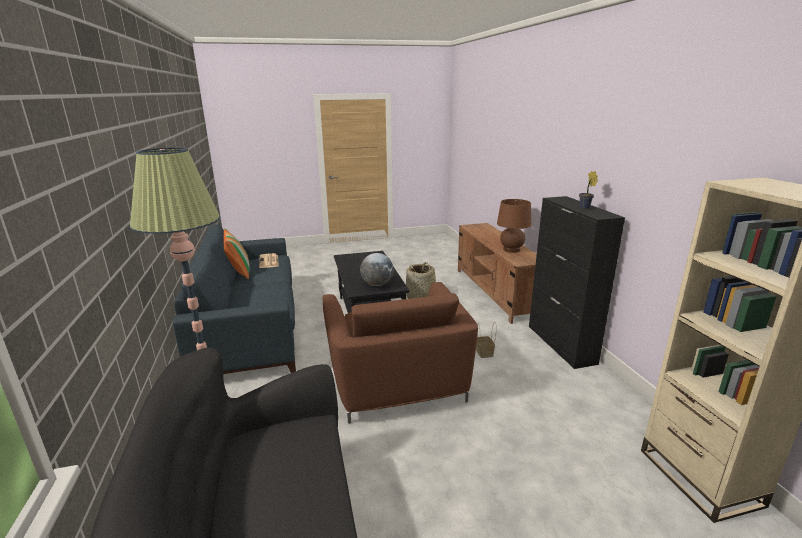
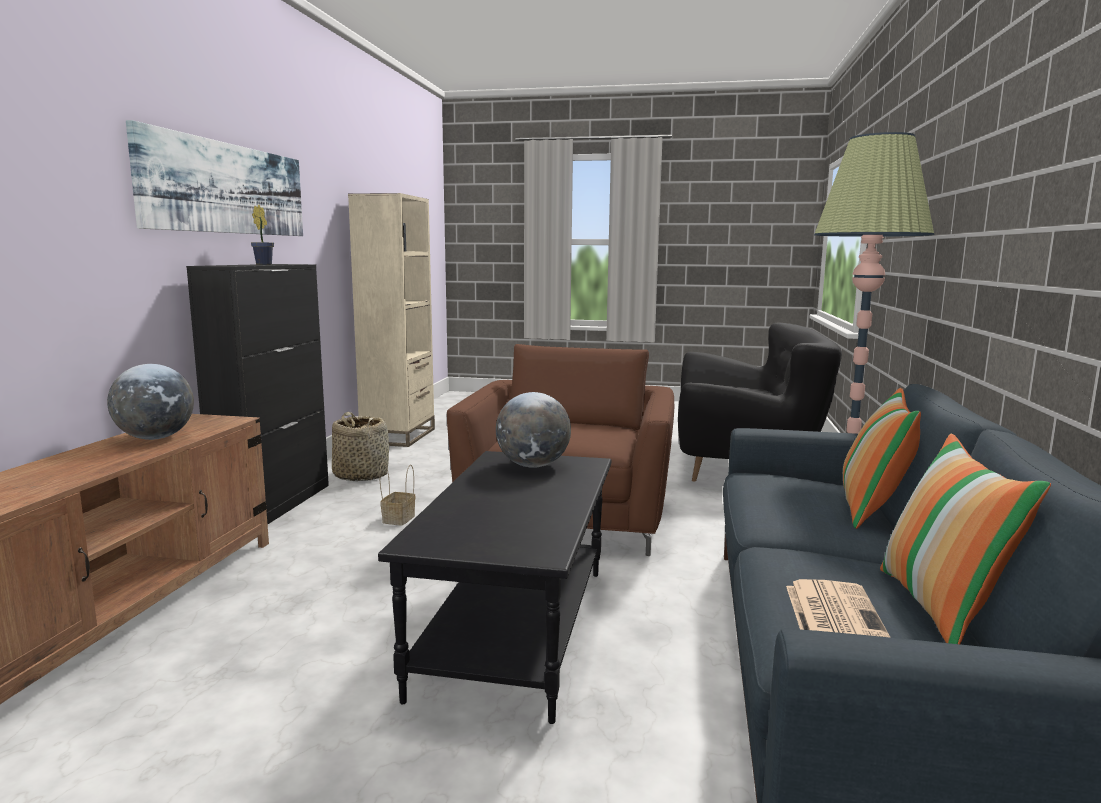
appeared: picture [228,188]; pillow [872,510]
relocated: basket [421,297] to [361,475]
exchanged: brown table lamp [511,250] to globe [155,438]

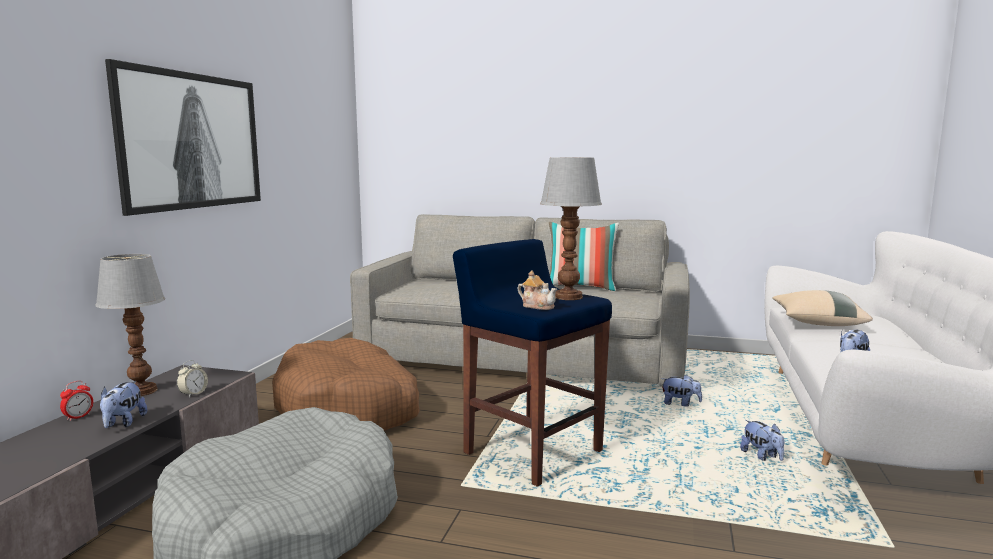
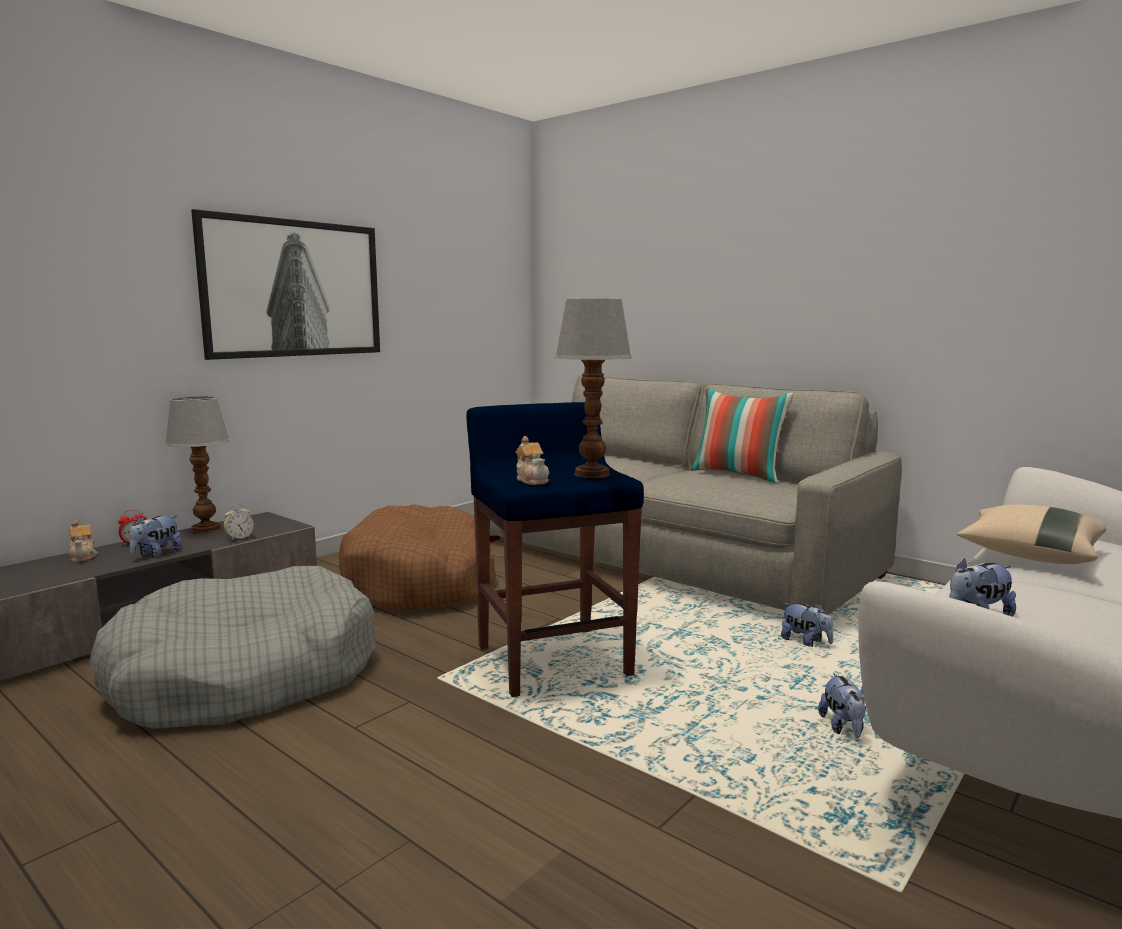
appeared: teapot [83,556]

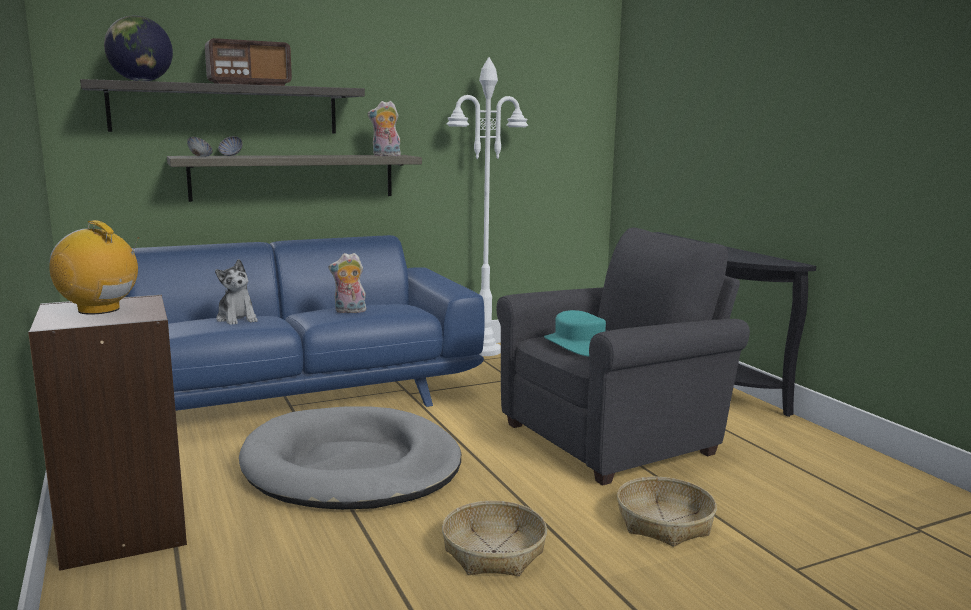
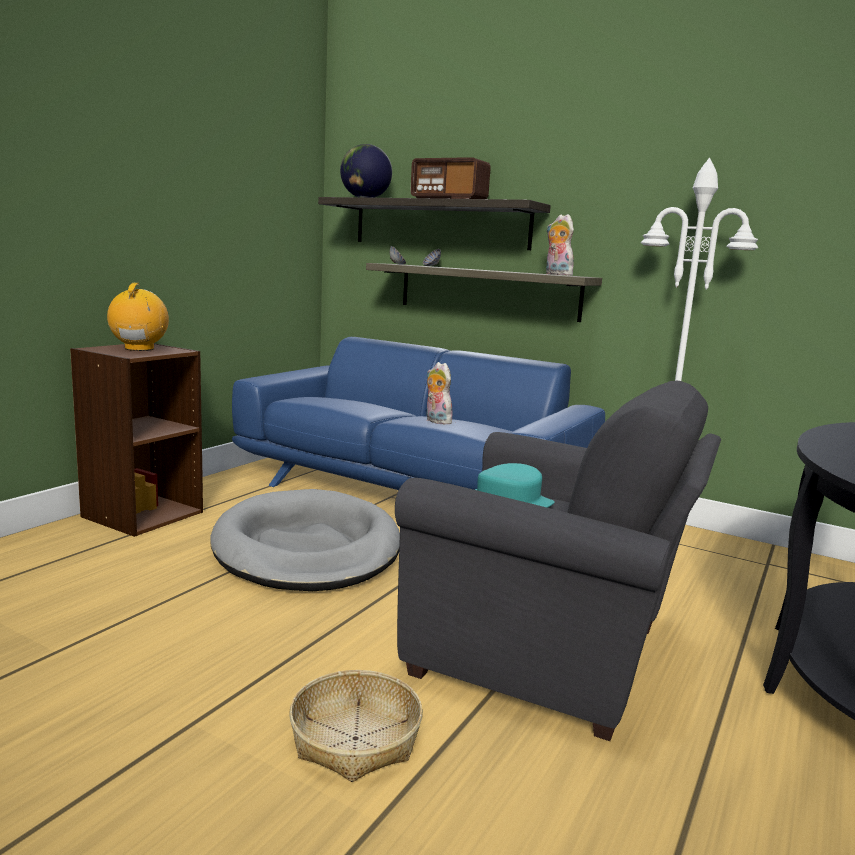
missing: plush toy [237,319]; basket [494,552]

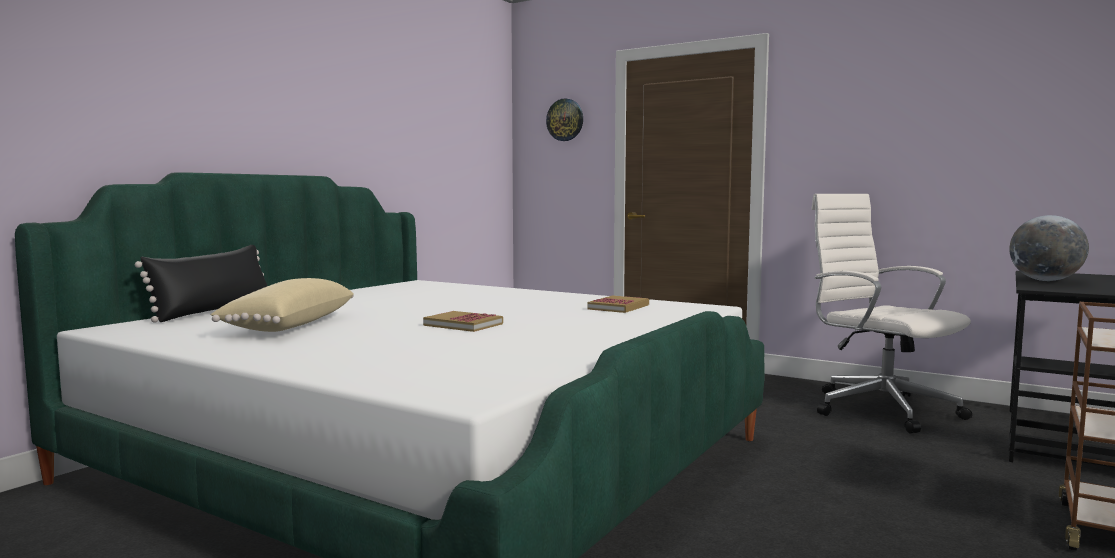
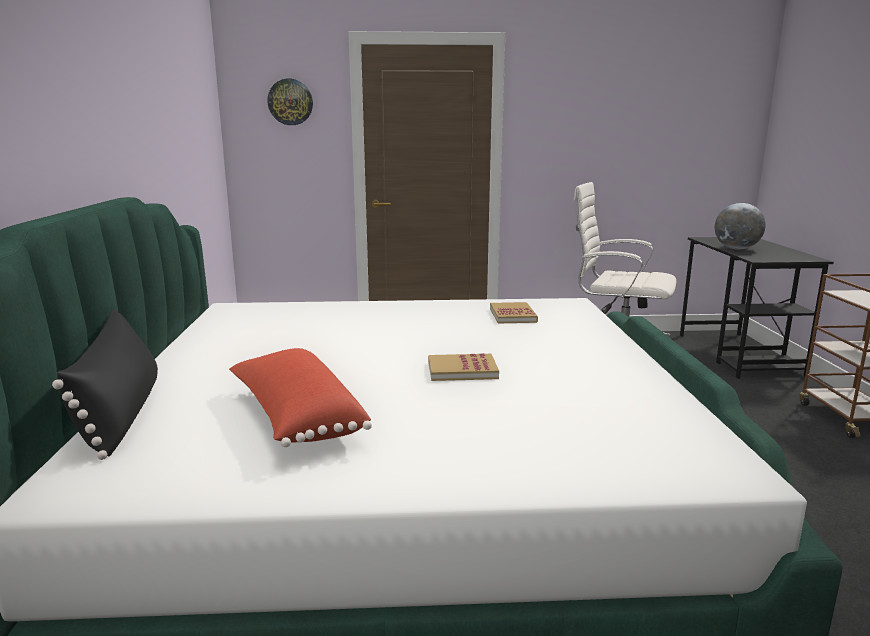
colour: beige pillow [288,325] to red pillow [295,417]

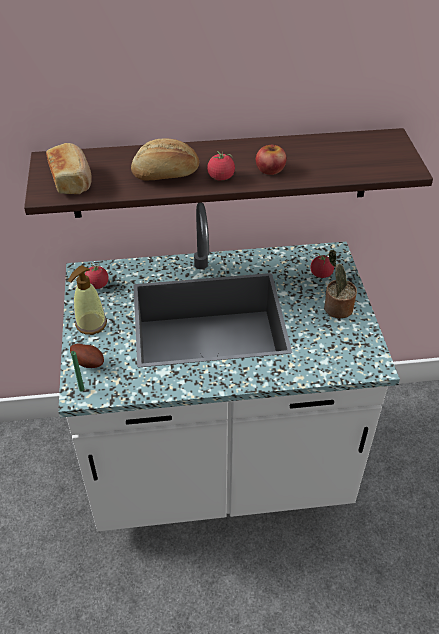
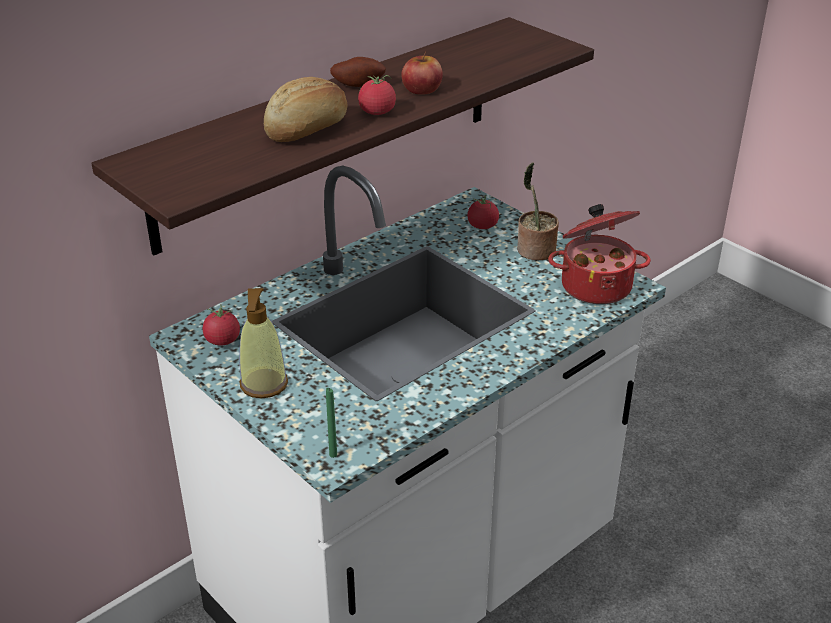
missing: bread [72,180]
appeared: cooking pot [595,285]
relocated: potato [89,362] to [358,84]

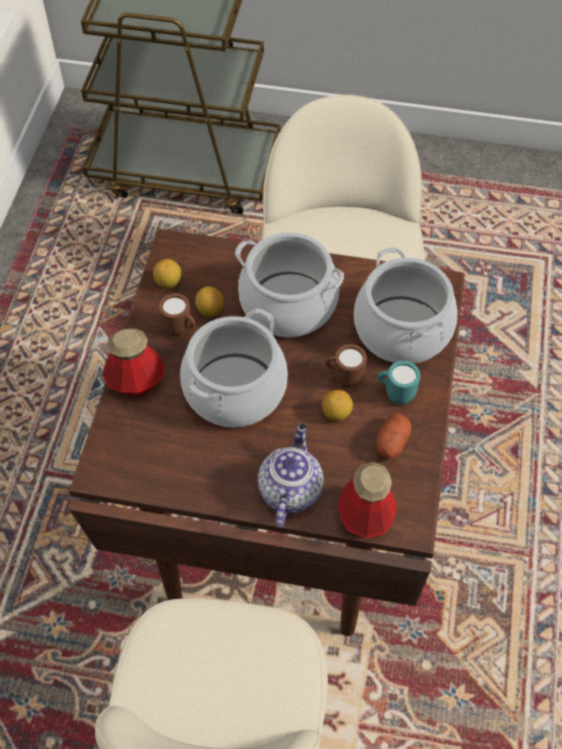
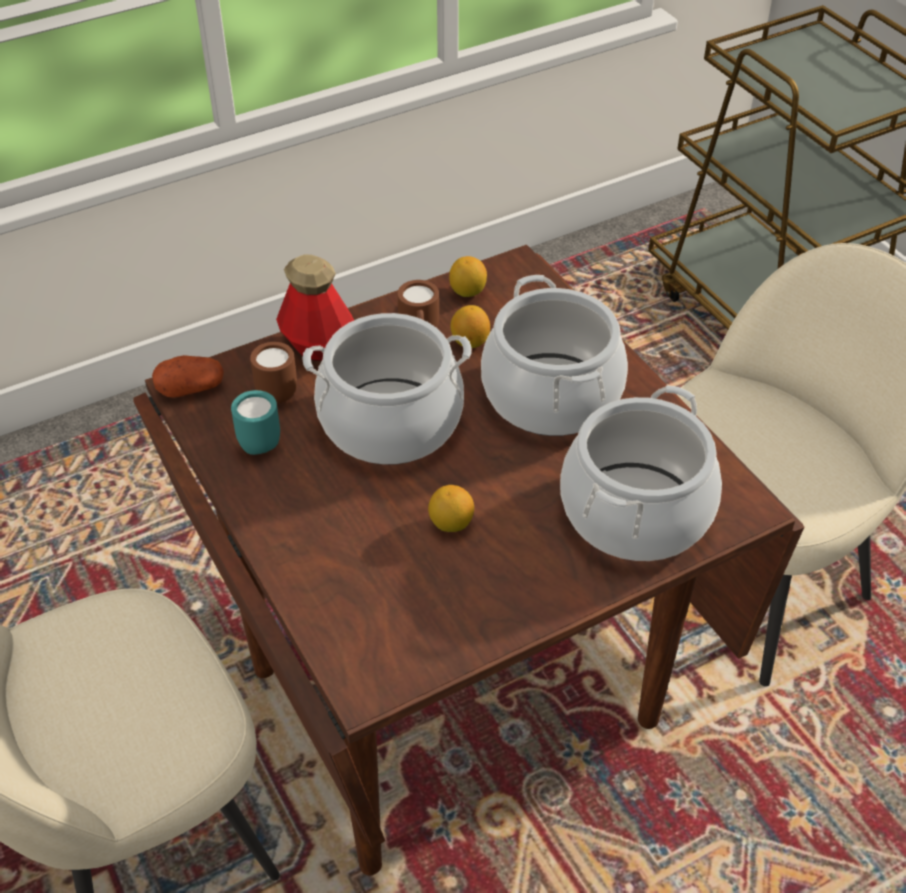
missing: teapot [289,490]; bottle [365,517]
relocated: potato [392,442] to [191,388]; turquoise mug [395,394] to [258,441]; brown mug [343,378] to [274,392]

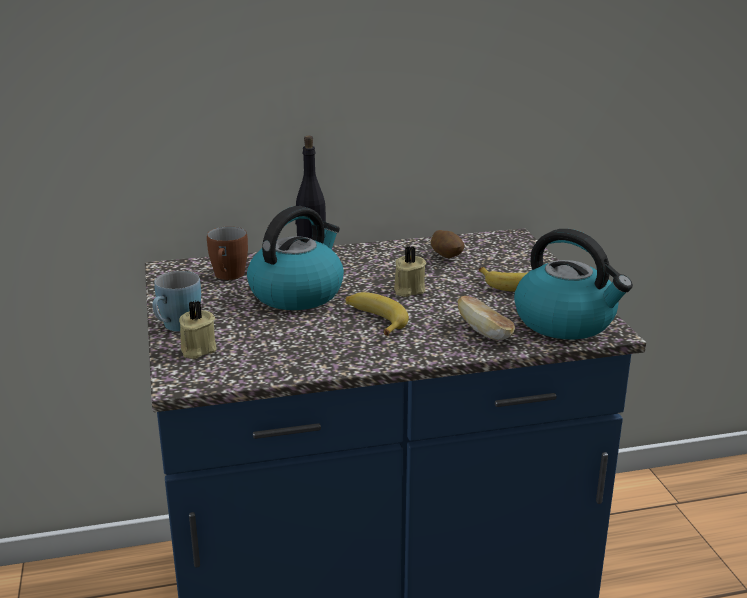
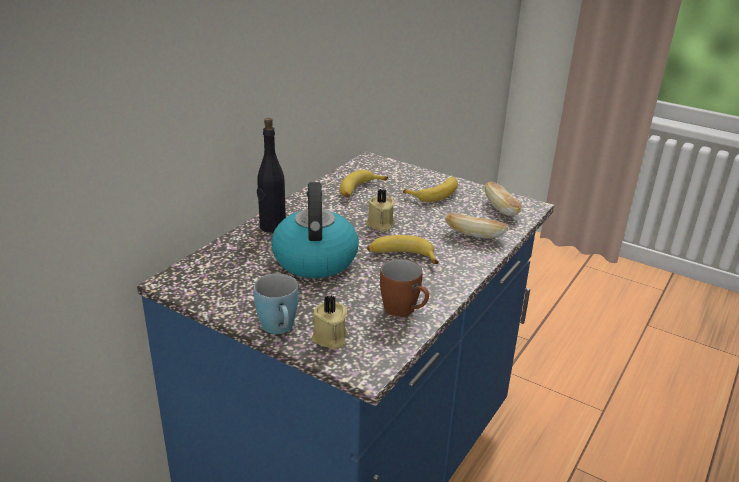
relocated: brown mug [228,277] to [405,311]
exchanged: potato [447,257] to banana [359,190]; kettle [566,322] to bread [501,209]

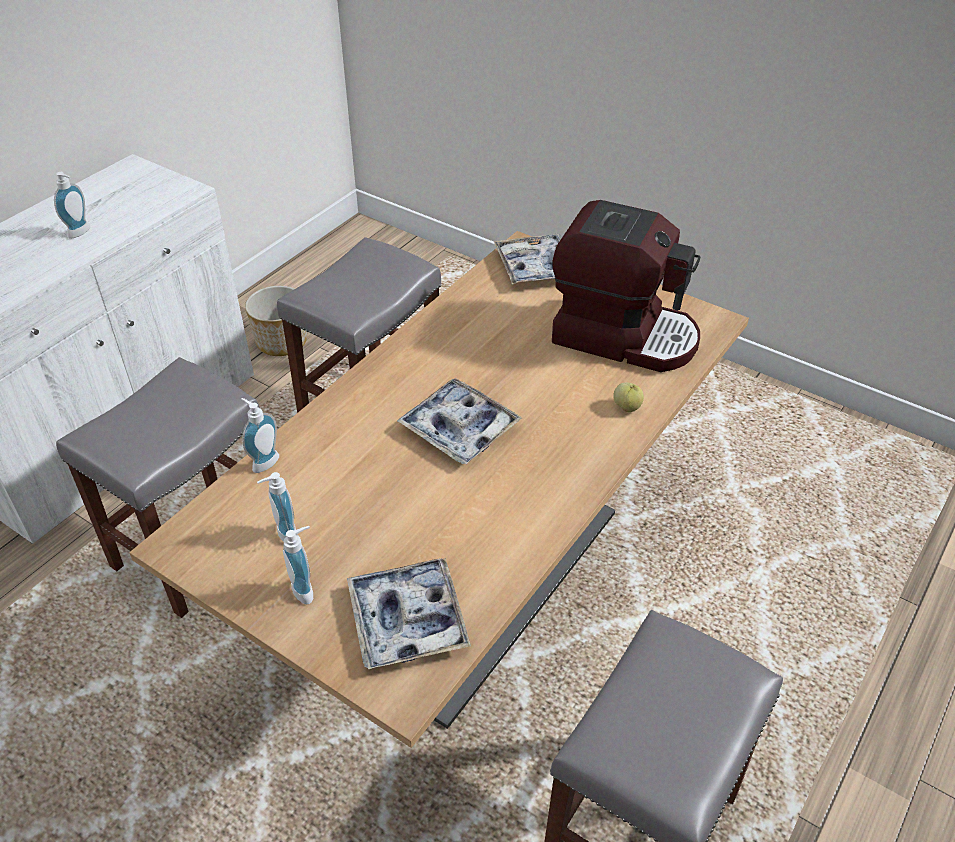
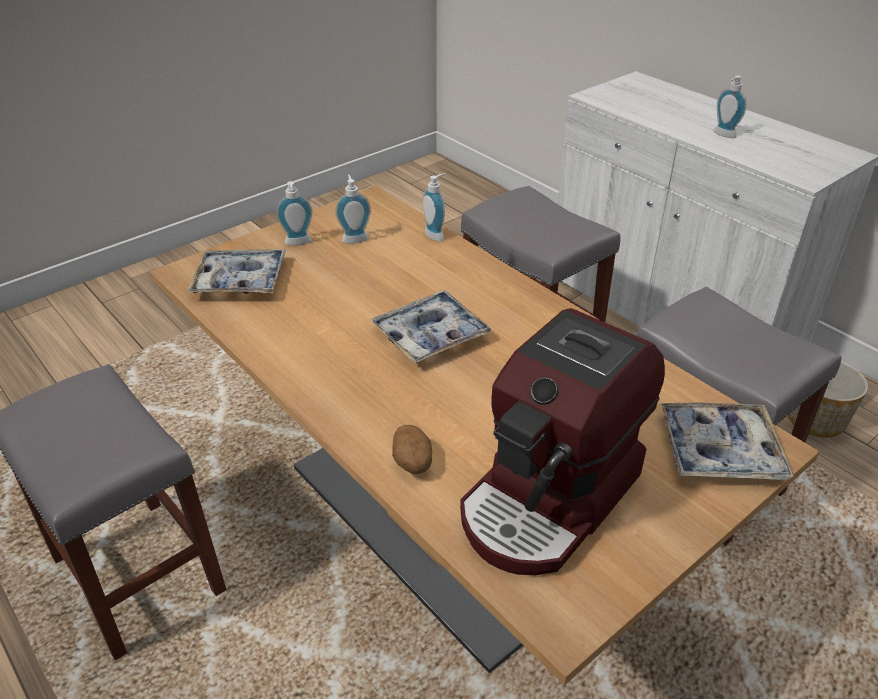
exchanged: apple [627,407] to potato [413,463]

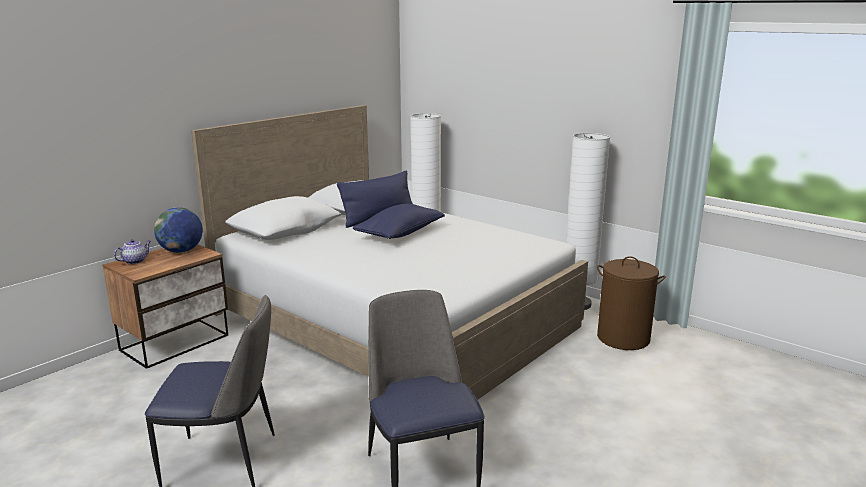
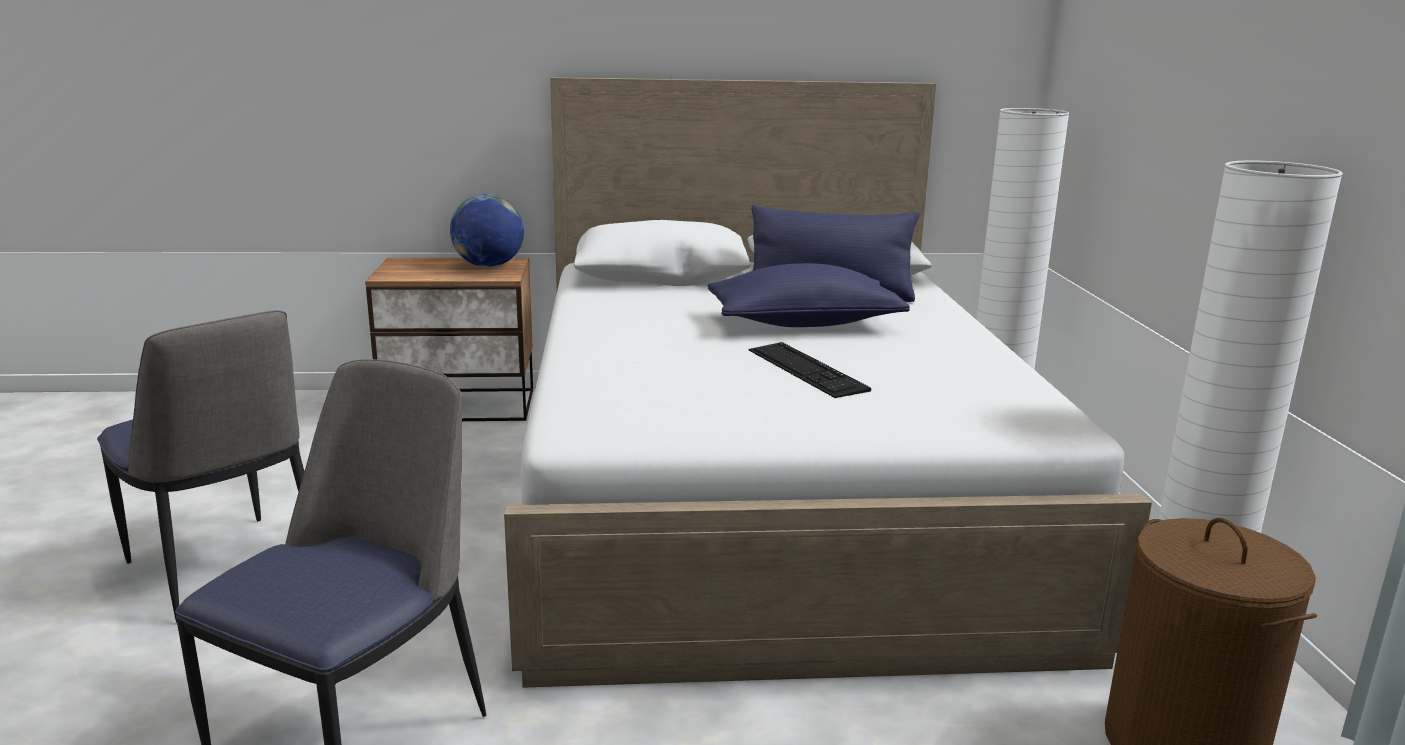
missing: teapot [135,261]
appeared: keyboard [806,369]

